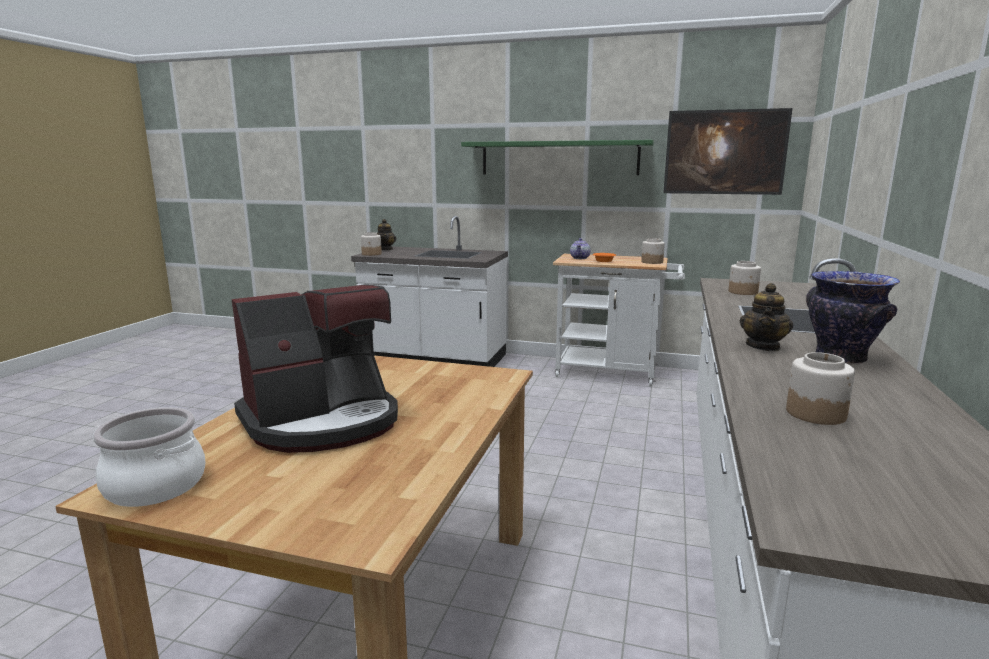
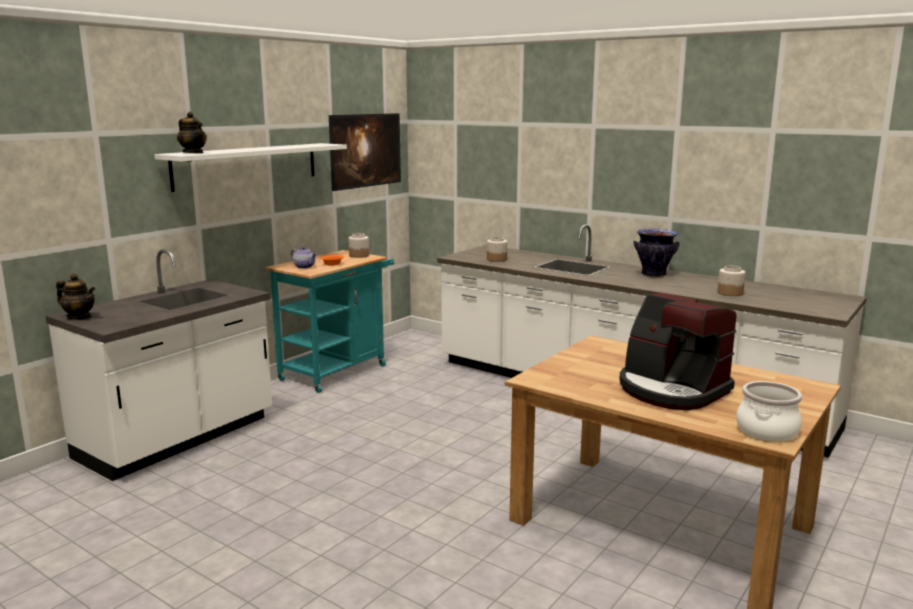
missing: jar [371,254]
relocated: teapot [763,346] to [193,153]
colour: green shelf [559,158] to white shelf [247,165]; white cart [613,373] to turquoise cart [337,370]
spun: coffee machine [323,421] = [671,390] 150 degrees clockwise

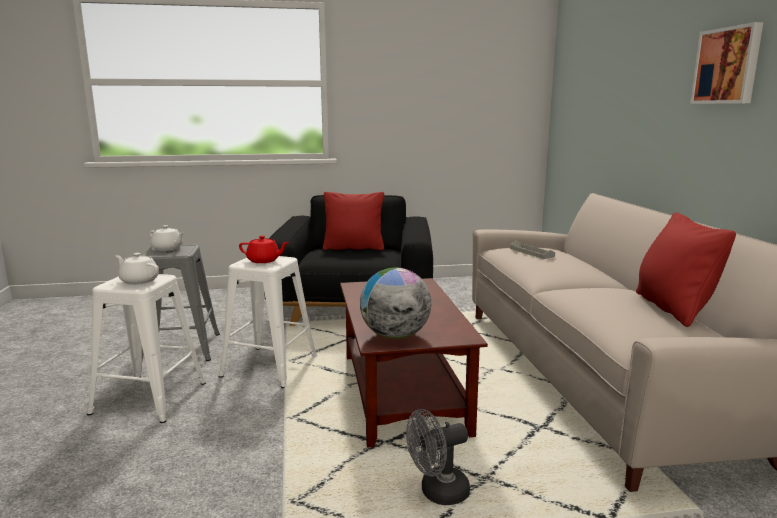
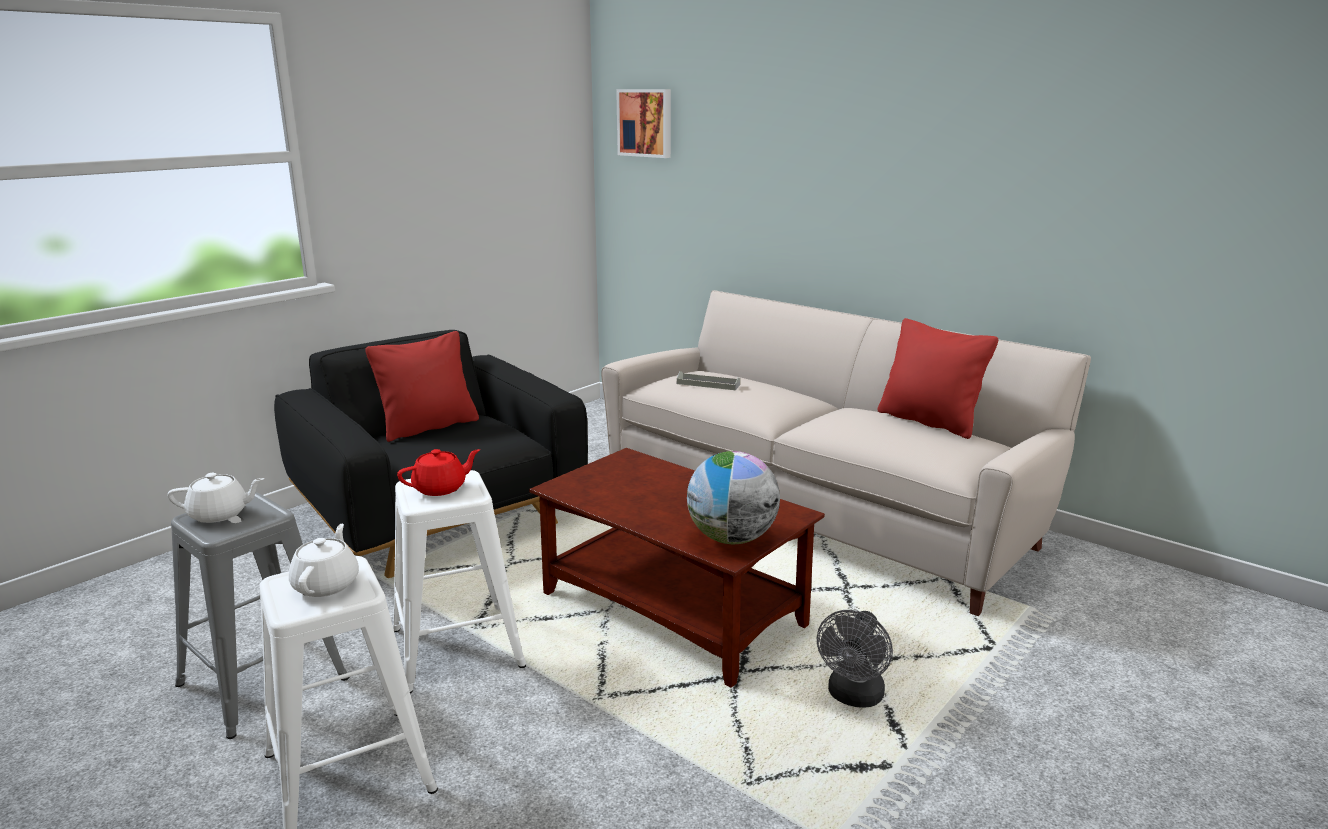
relocated: picture [728,66] to [646,123]
spun: white teapot [139,281] = [327,584] 105 degrees clockwise

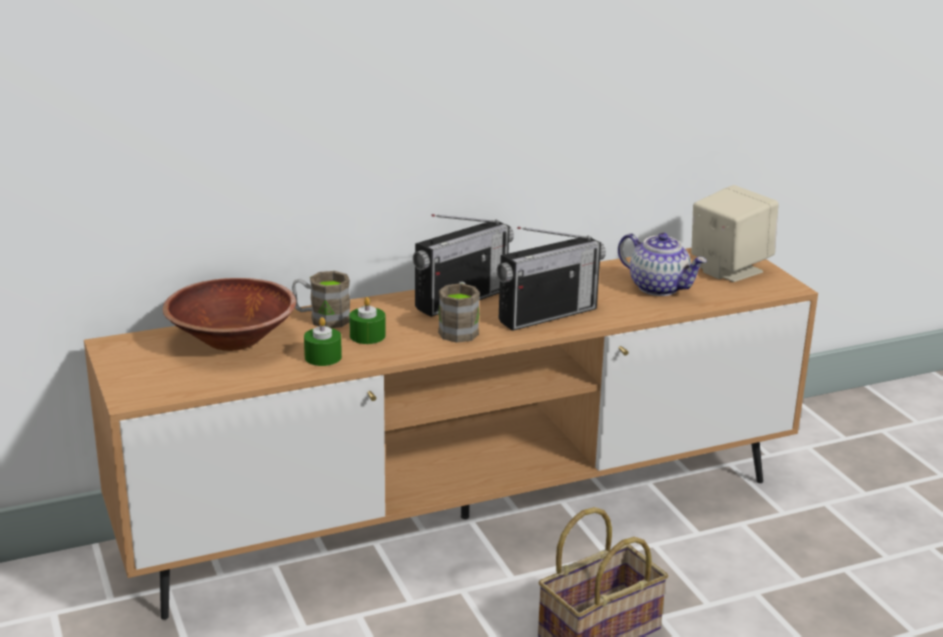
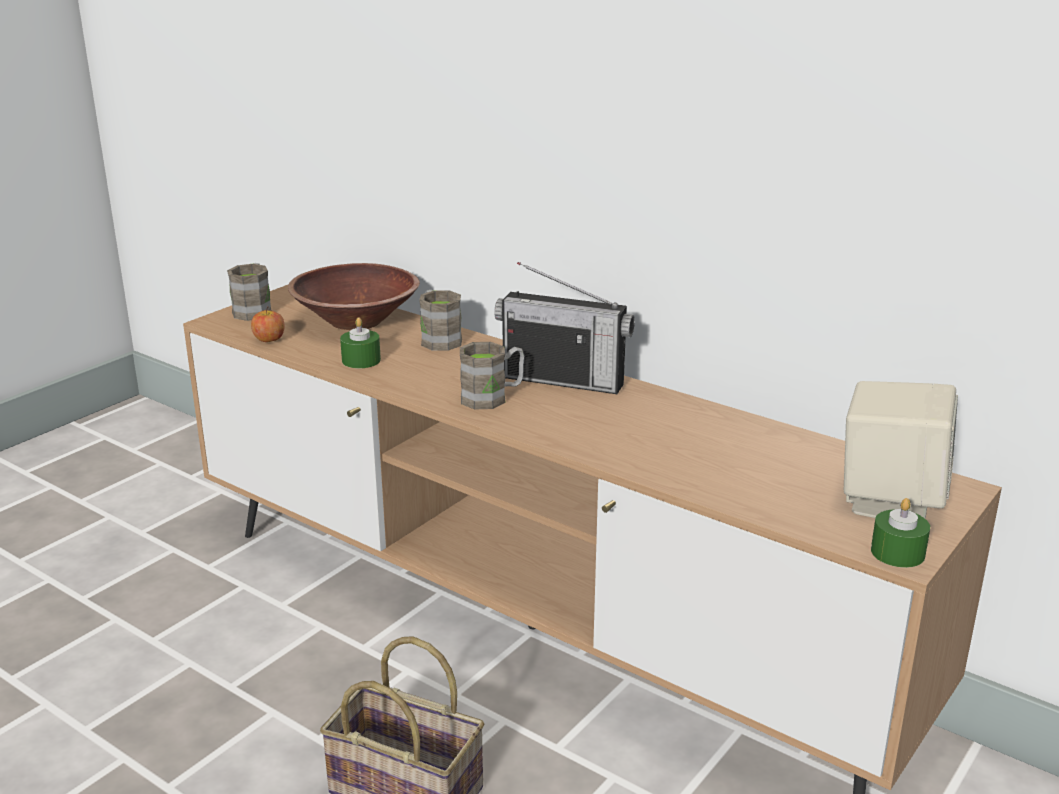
missing: radio [547,315]; teapot [659,287]
appeared: brown mug [254,309]; apple [269,339]
relocated: green candle [367,336] to [897,552]

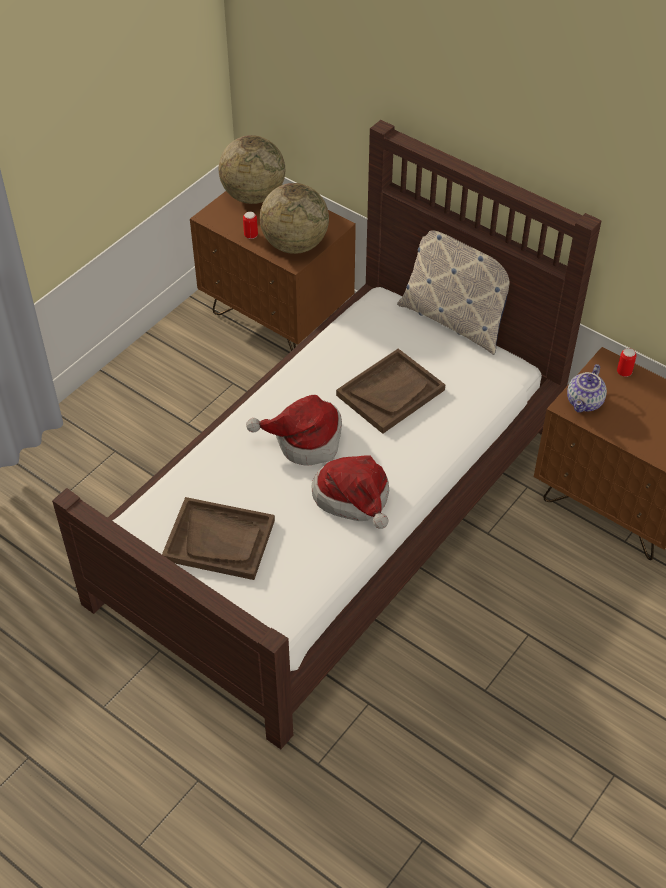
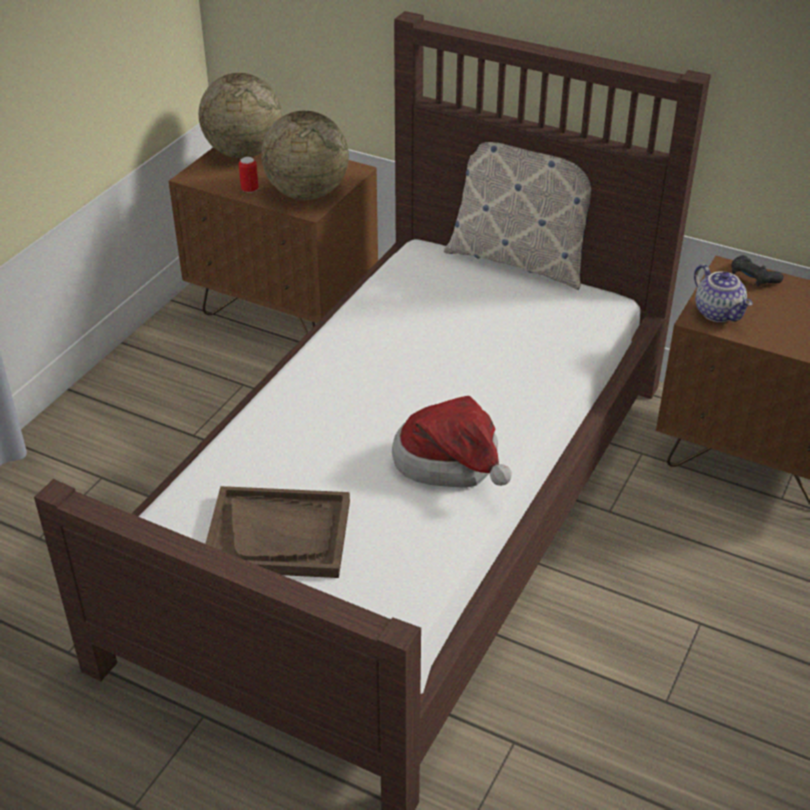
missing: hat [304,441]; brown tray [390,392]
exchanged: can [624,372] to black game controller [753,277]
spun: teapot [585,403] = [719,313] 45 degrees counterclockwise

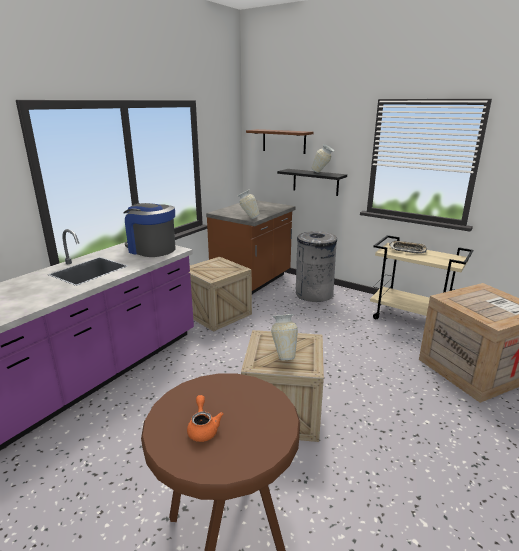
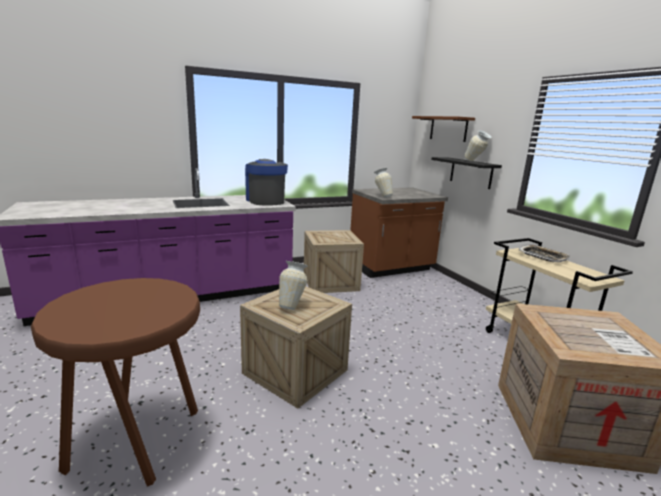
missing: orange teapot [203,428]; grey trash can [314,294]

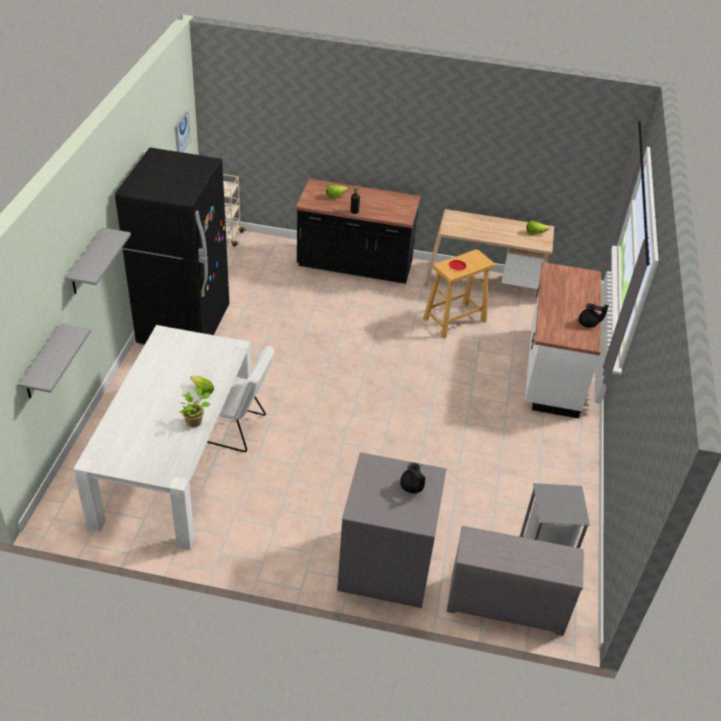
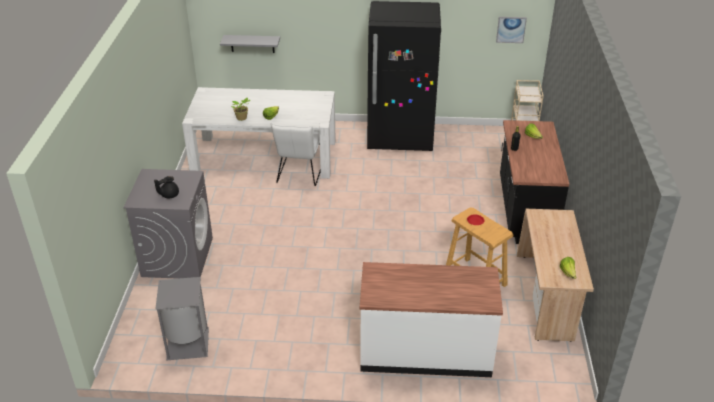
missing: grey shelf [86,262]; grey dresser [506,602]; black teapot [588,323]

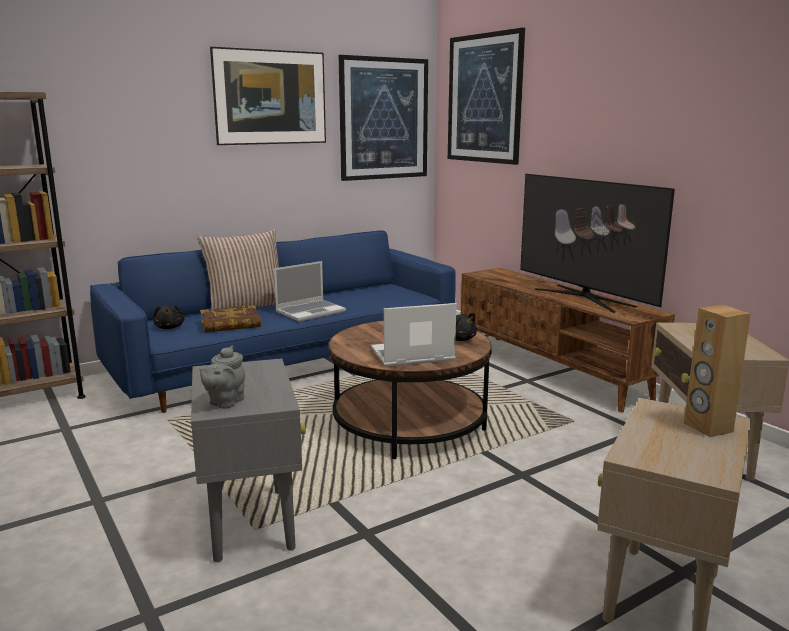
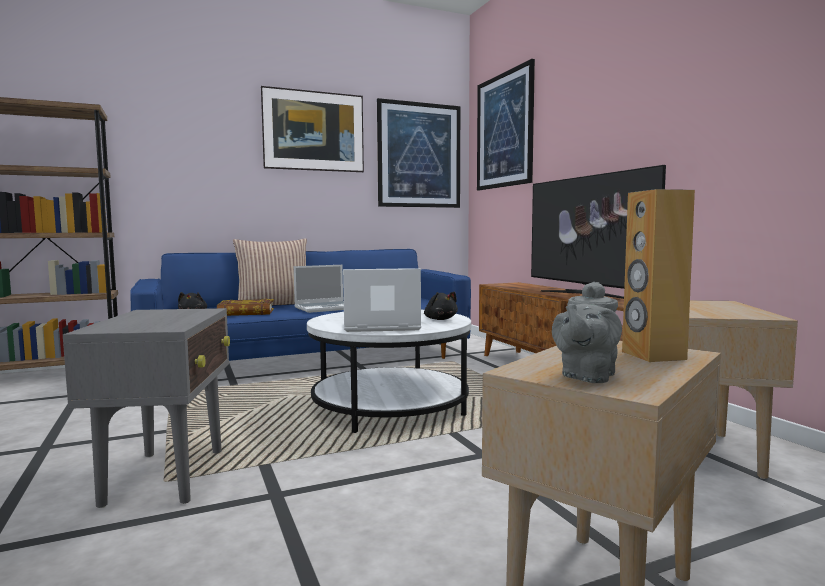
relocated: grey teapot [225,402] to [586,376]
colour: brown coffee table [409,424] to white coffee table [390,407]

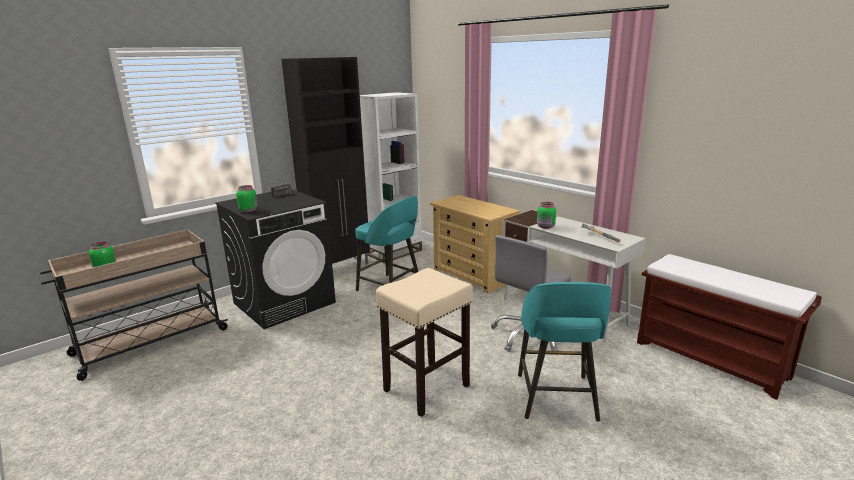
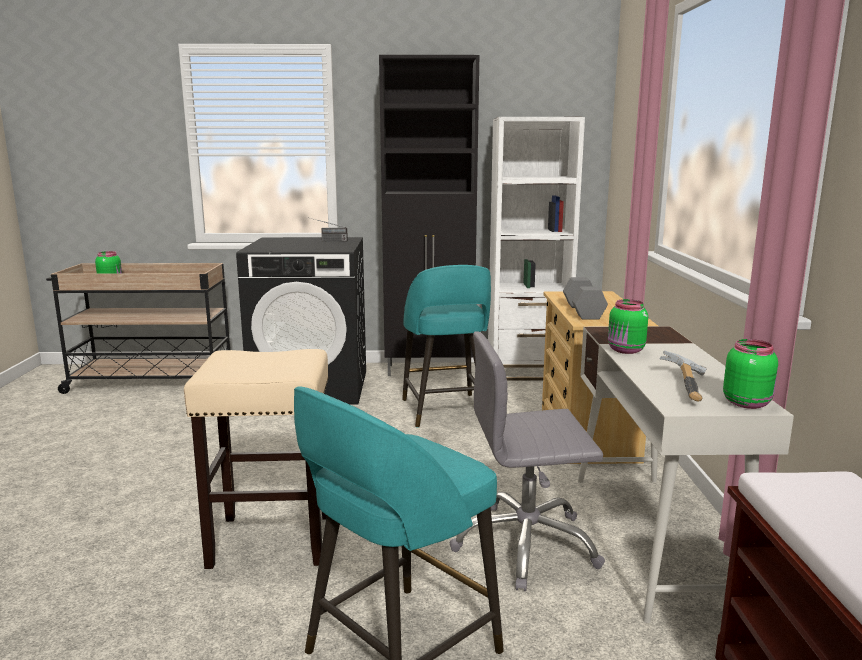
appeared: grey dumbbell [584,311]
relocated: green jar [249,210] to [747,403]

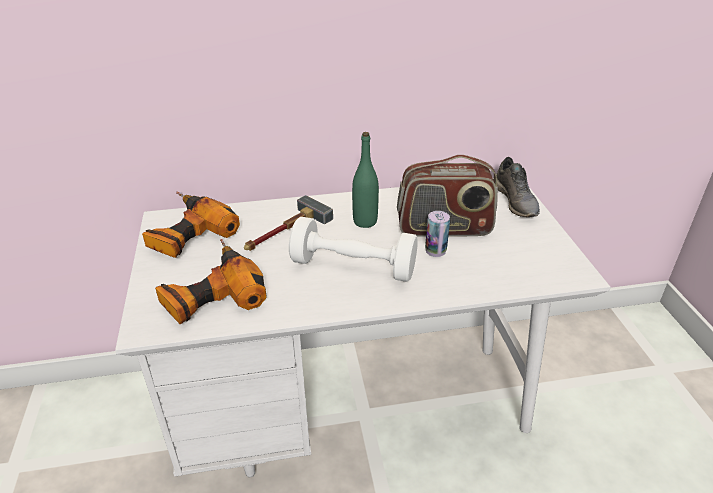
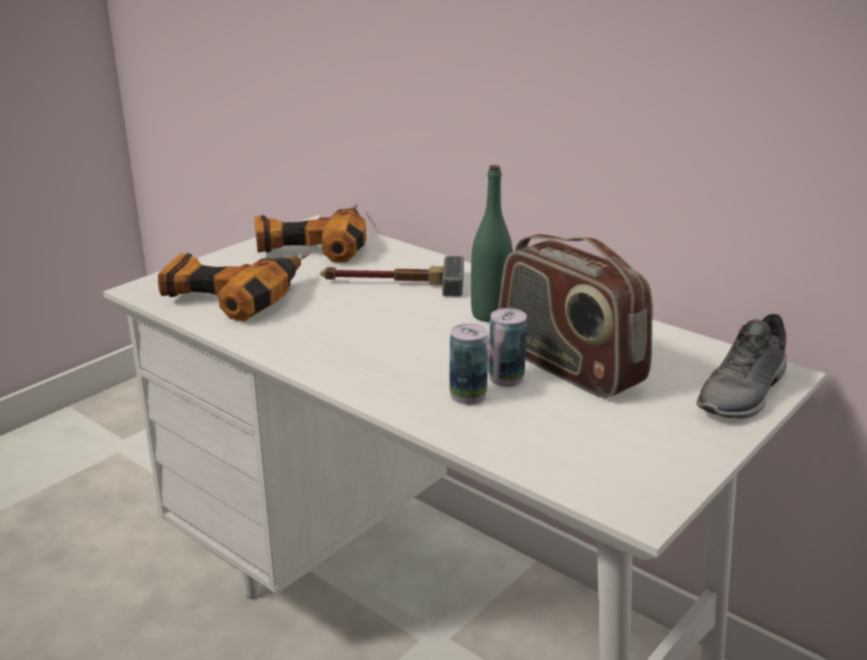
missing: white dumbbell [353,267]
appeared: can [468,395]

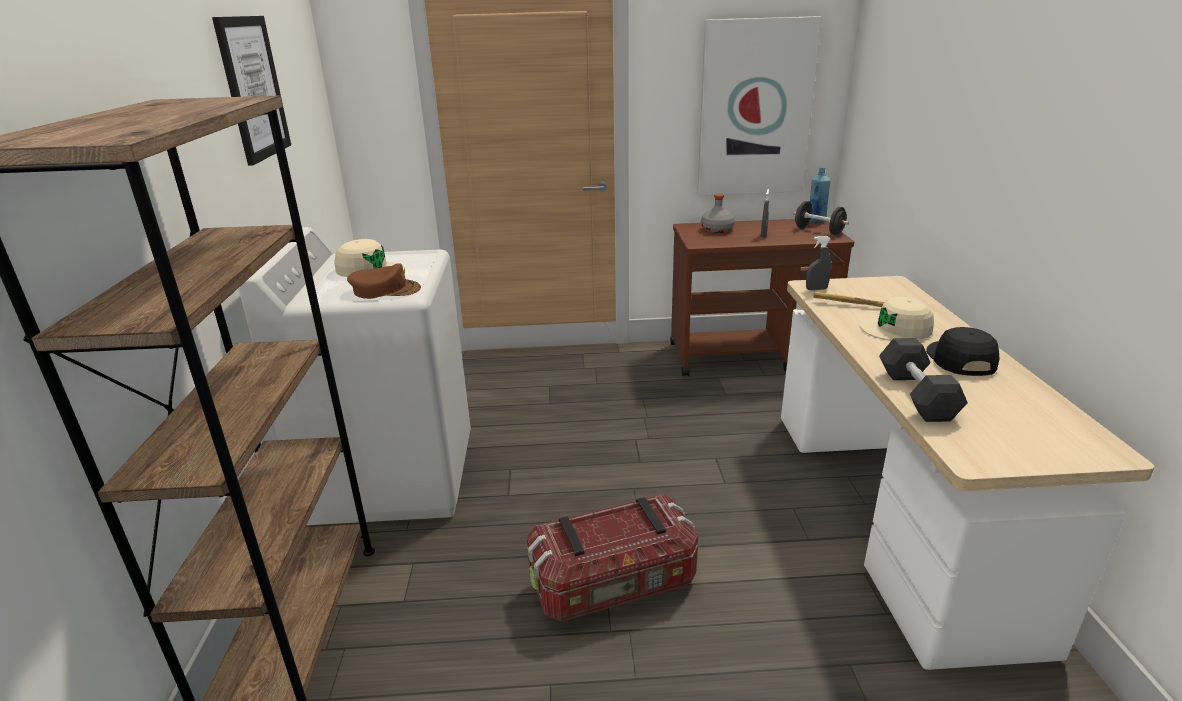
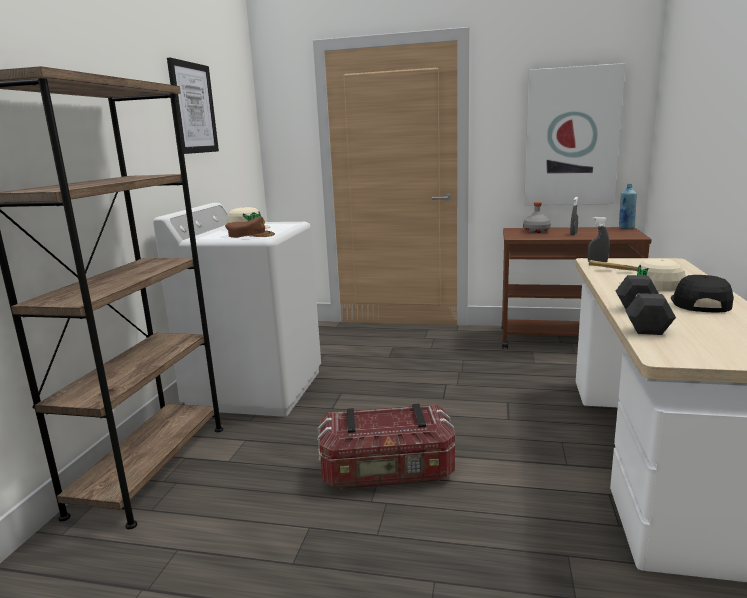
missing: black dumbbell [818,231]

